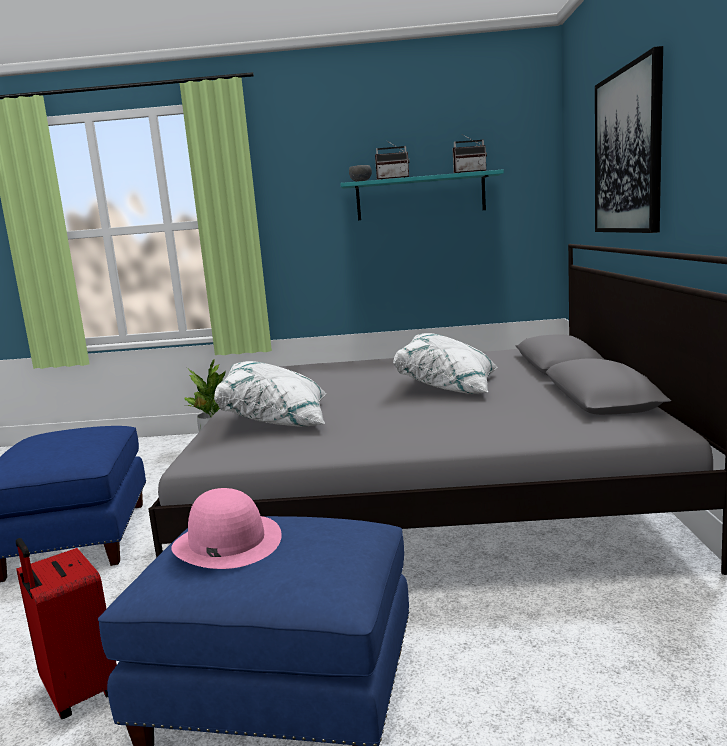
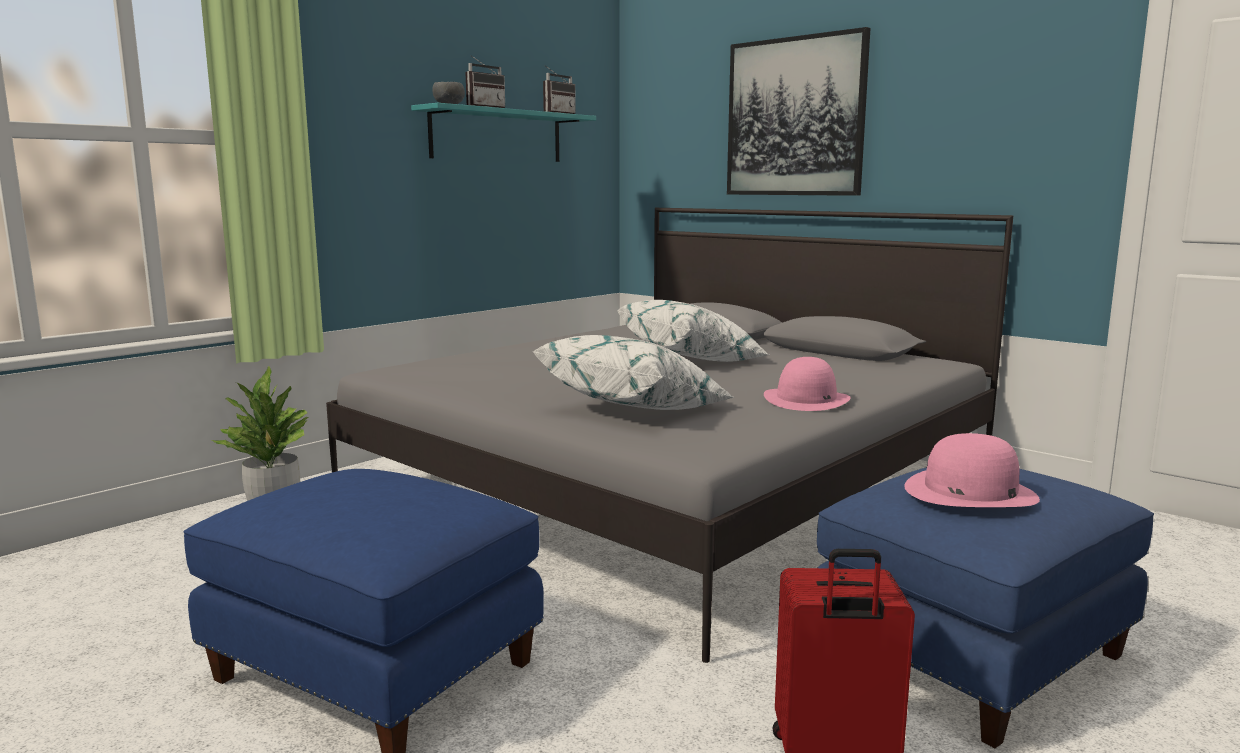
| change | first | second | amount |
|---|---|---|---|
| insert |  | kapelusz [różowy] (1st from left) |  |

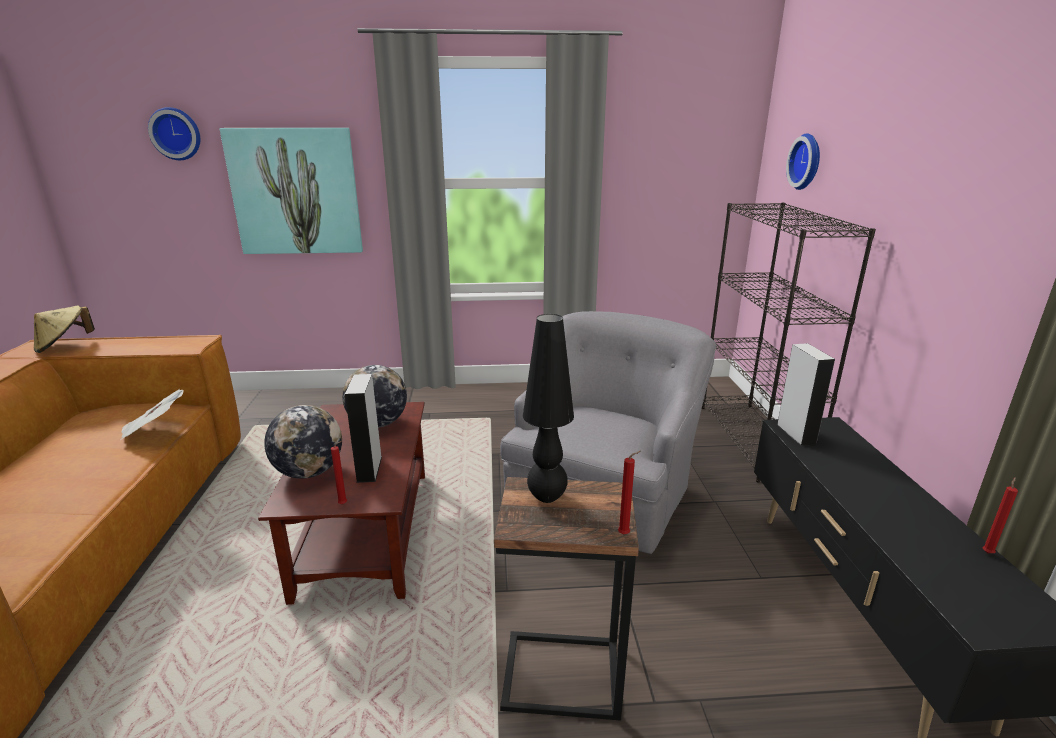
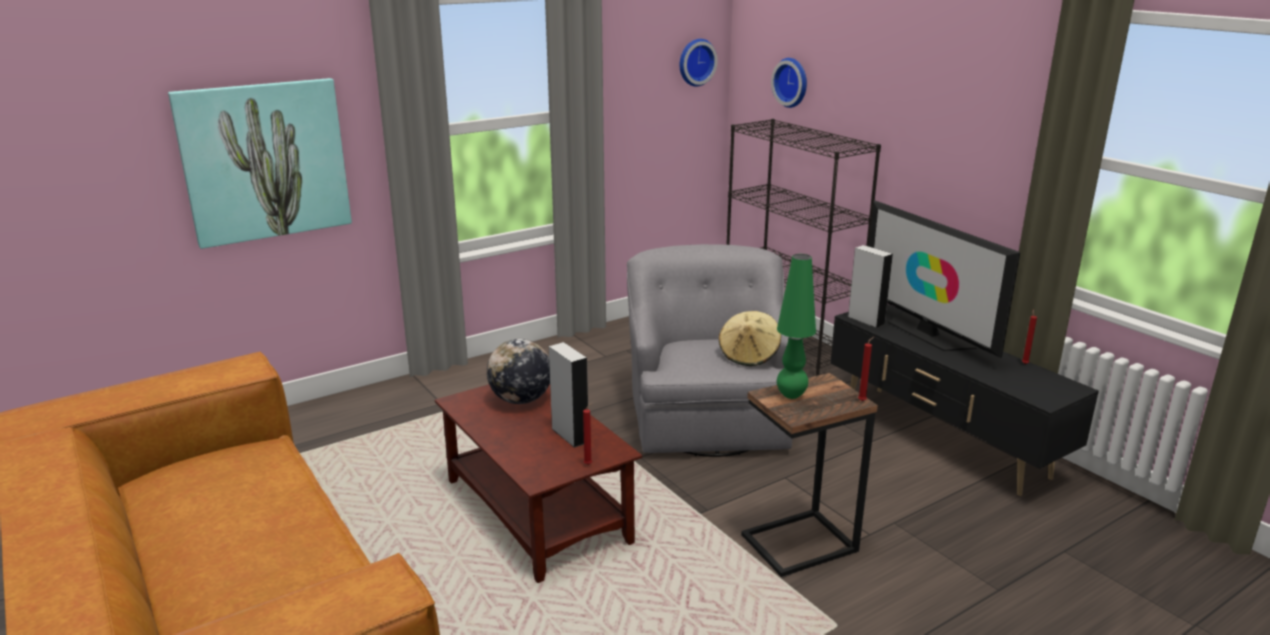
| change | first | second | amount |
|---|---|---|---|
| delete | gazeta |  |  |
| delete | globus (1st from left) |  |  |
| insert |  | telewizor |  |
| move | kapelusz [beżowy] |  |  |
| move | zegar ścienny (1st from left) |  |  |
| recolor | lampa stołowa [czarny] | lampa stołowa [zielony] |  |

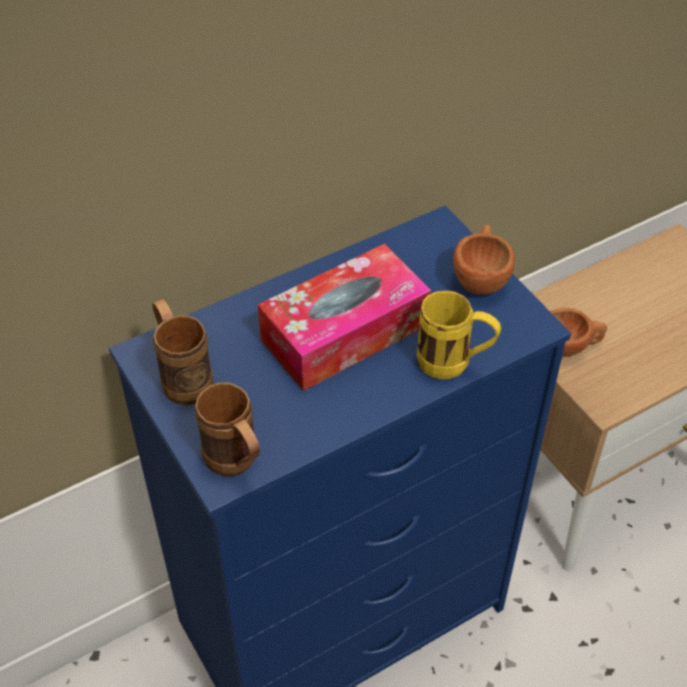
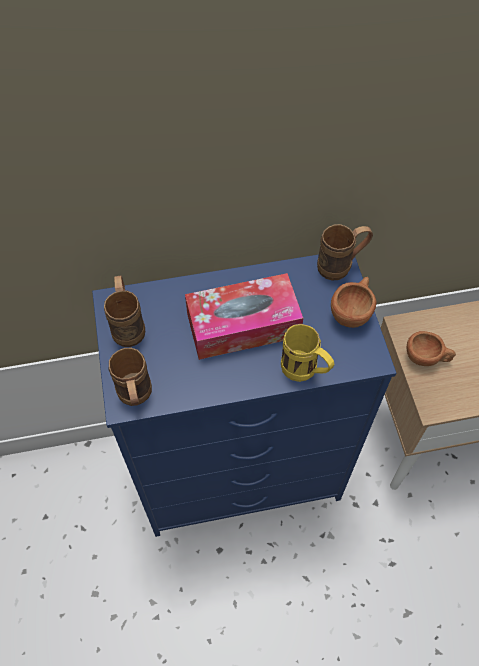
| change | first | second | amount |
|---|---|---|---|
| insert |  | kubek [brązowy] (3rd from left) |  |

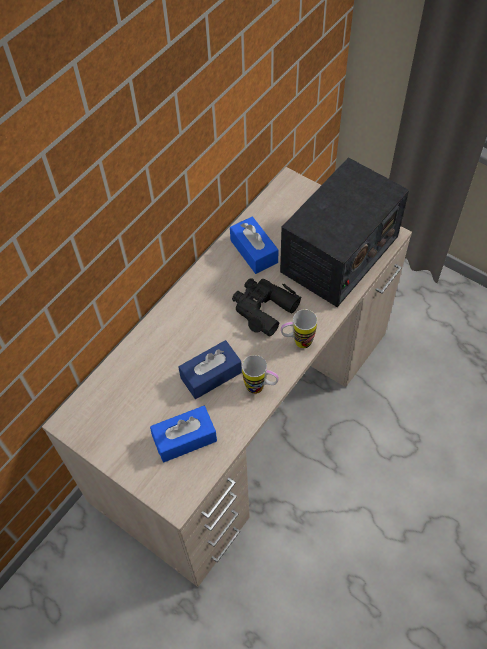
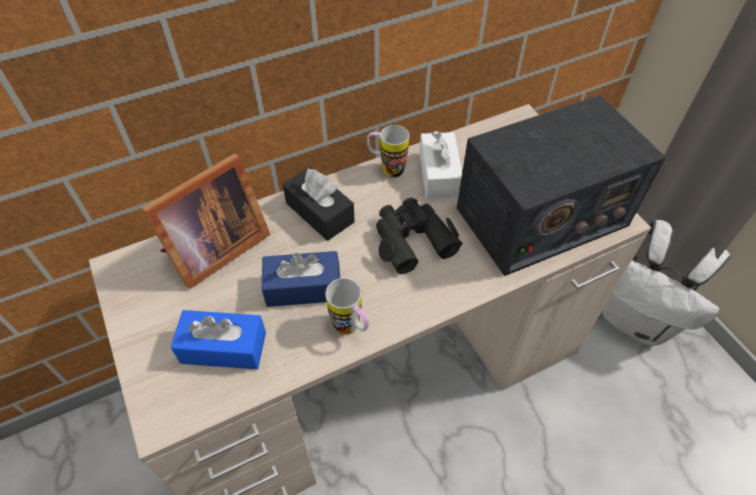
| change | first | second | amount |
|---|---|---|---|
| insert |  | ramka na zdjęcie |  |
| insert |  | pudełko chusteczek [czarny] |  |
| insert |  | plecak [biały] |  |
| move | kubek (2nd from left) |  |  |
| recolor | pudełko chusteczek [niebieski] (3rd from left) | pudełko chusteczek [biały] |  |

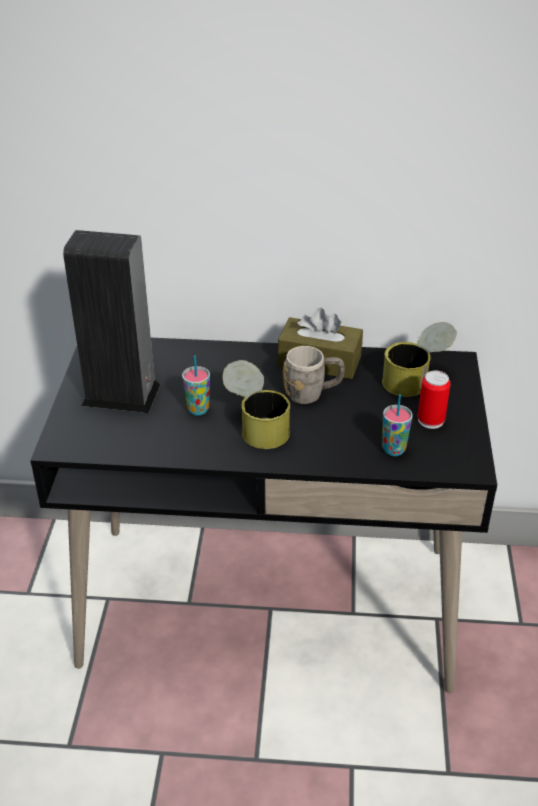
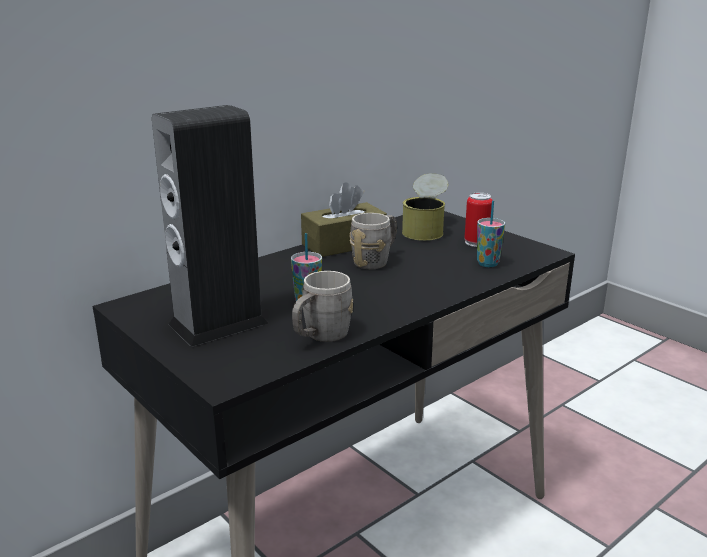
| change | first | second | amount |
|---|---|---|---|
| delete | puszka (1st from left) |  |  |
| insert |  | kubek [szary] (1st from left) |  |

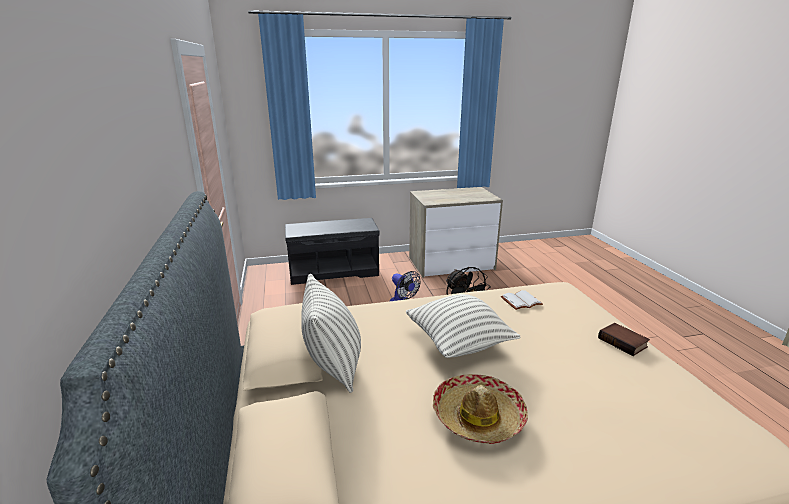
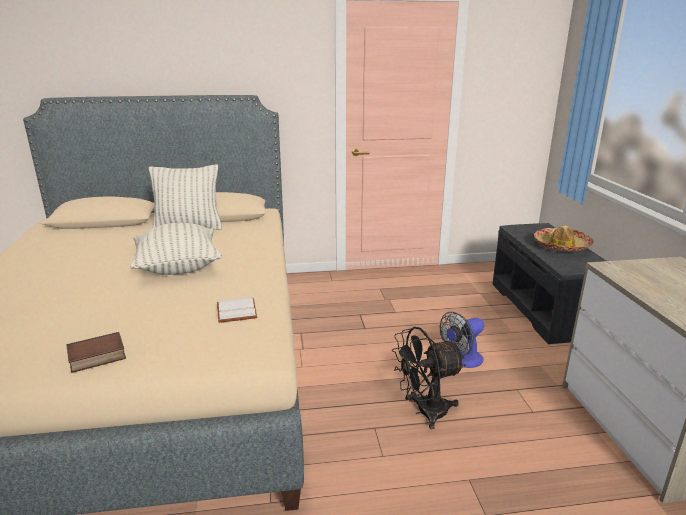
| change | first | second | amount |
|---|---|---|---|
| move | kapelusz |  |  |

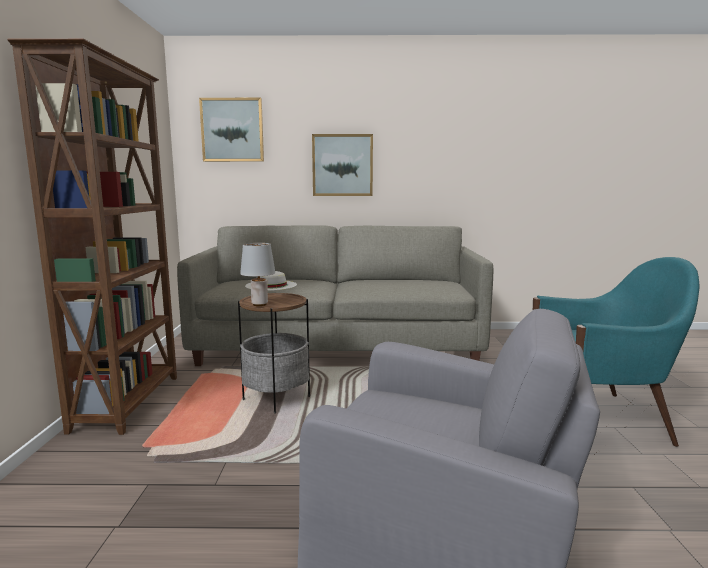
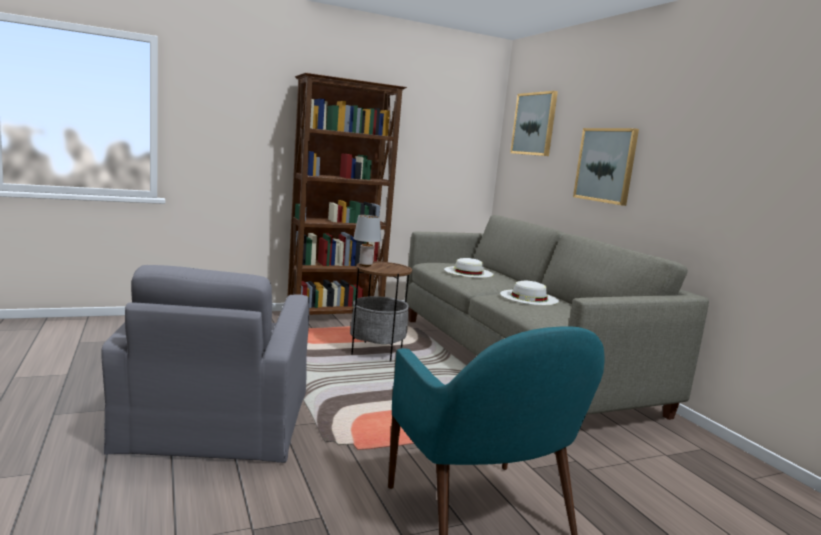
| change | first | second | amount |
|---|---|---|---|
| insert |  | kapelusz [biały] (2nd from left) |  |

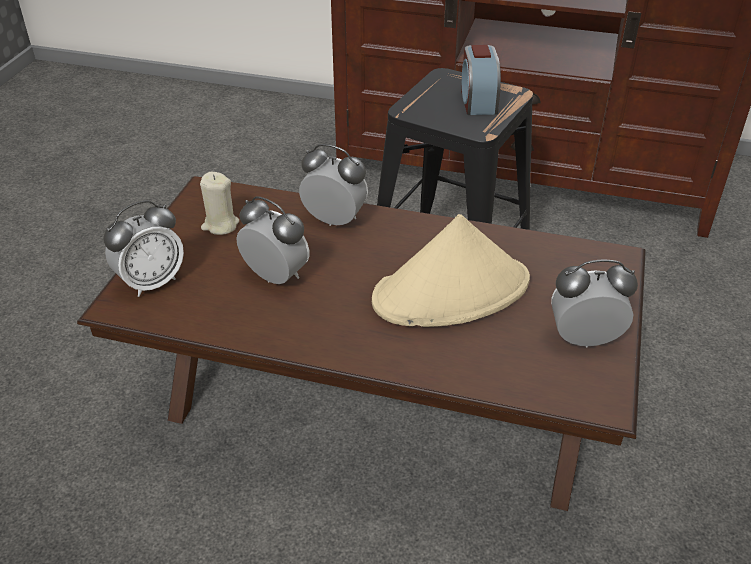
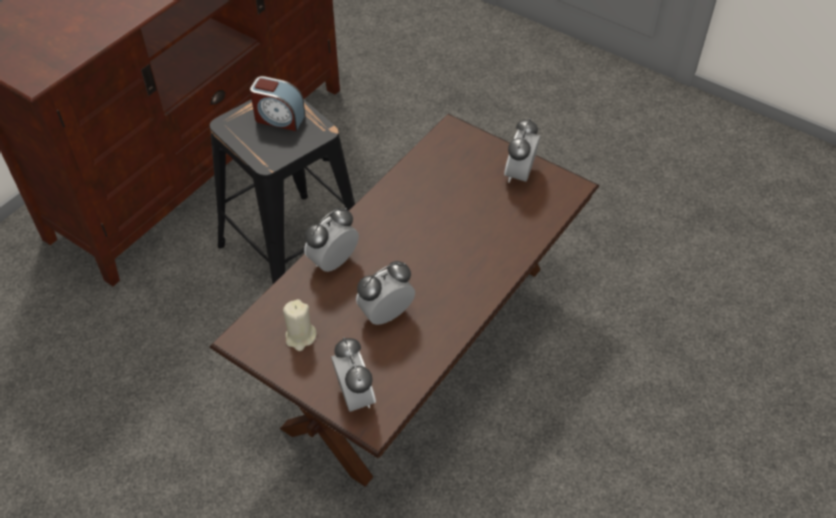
| change | first | second | amount |
|---|---|---|---|
| delete | kapelusz [beżowy] |  |  |

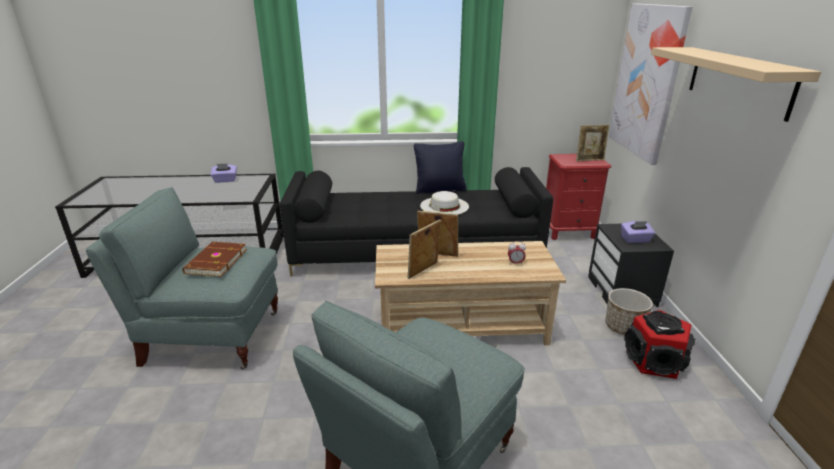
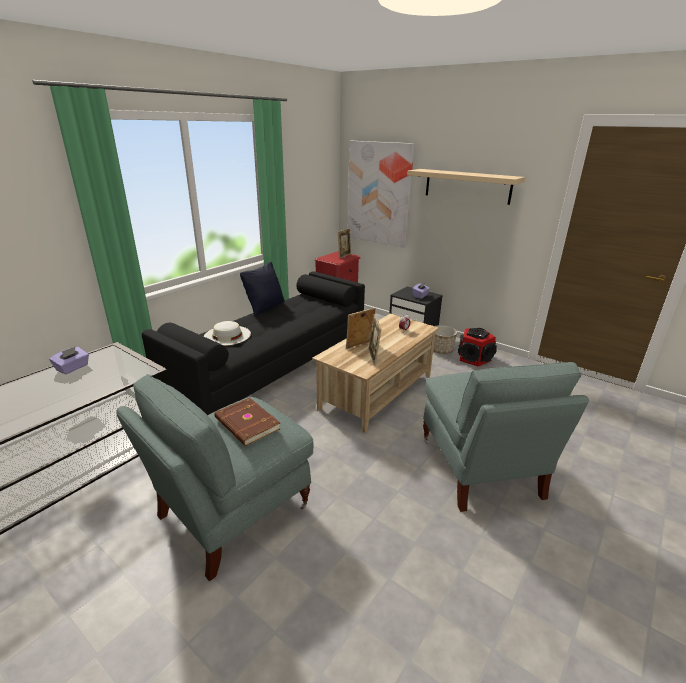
| change | first | second | amount |
|---|---|---|---|
| move | kapelusz [biały] |  |  |

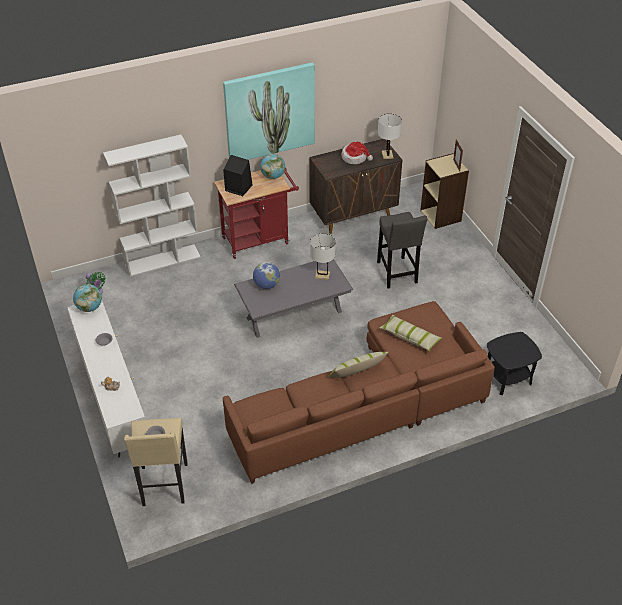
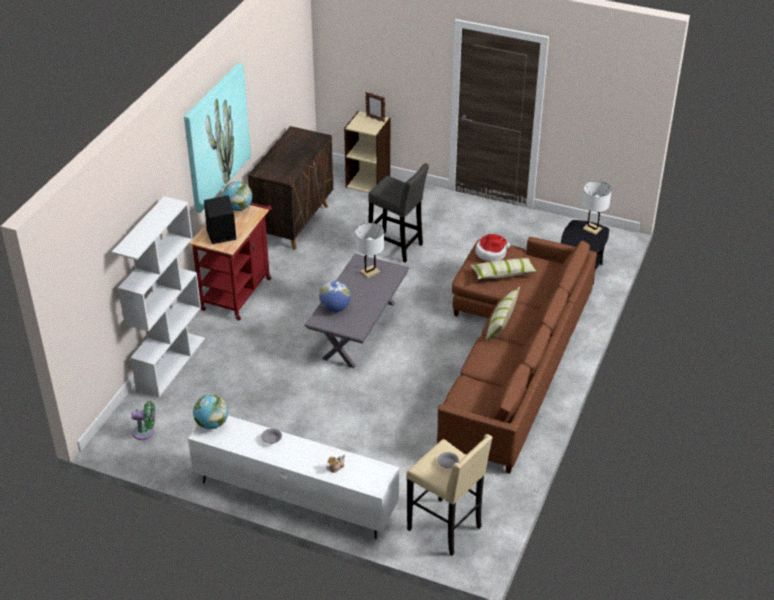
| change | first | second | amount |
|---|---|---|---|
| move | kapelusz |  |  |
| move | lampa stołowa [biały] (2nd from left) |  |  |

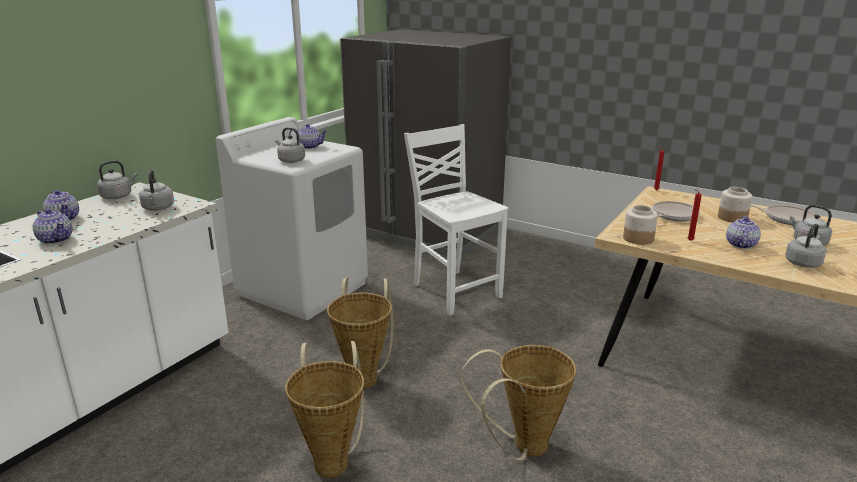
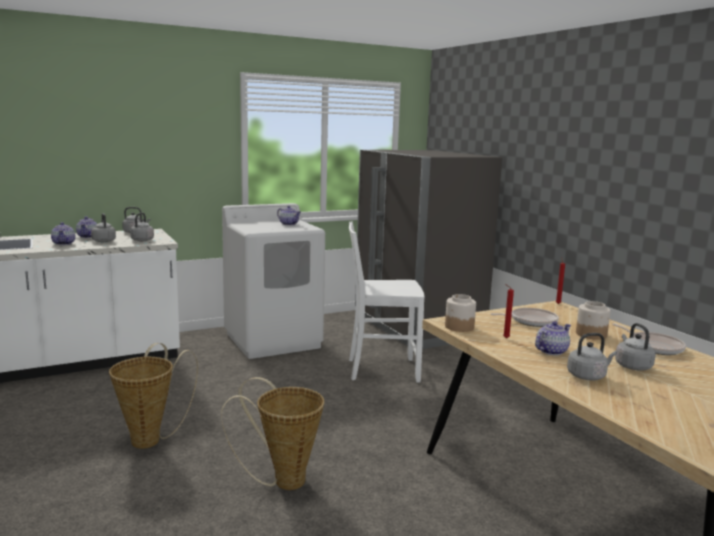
| change | first | second | amount |
|---|---|---|---|
| delete | koszyk (2nd from left) |  |  |
| move | czajnik [szary] (3rd from left in the first image) | czajnik [szary] (1st from left) |  |
| rotate | krzesło [biały] |  | 90 degrees counterclockwise |

